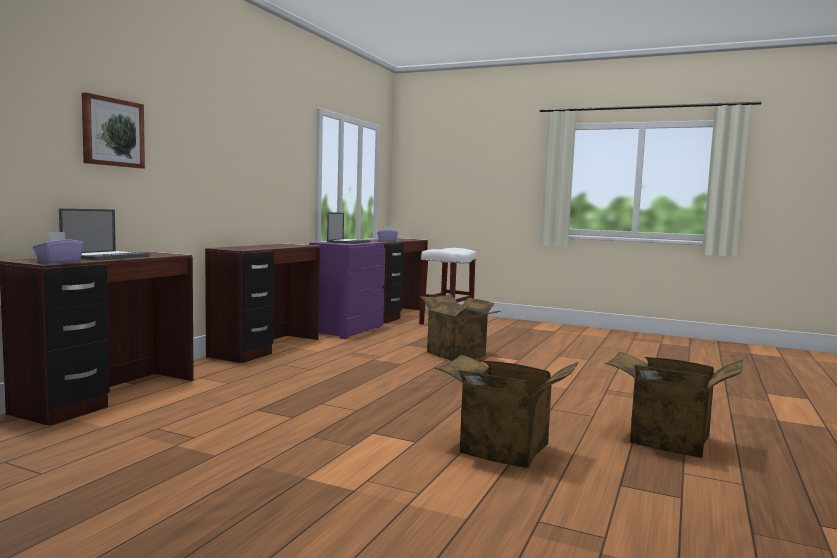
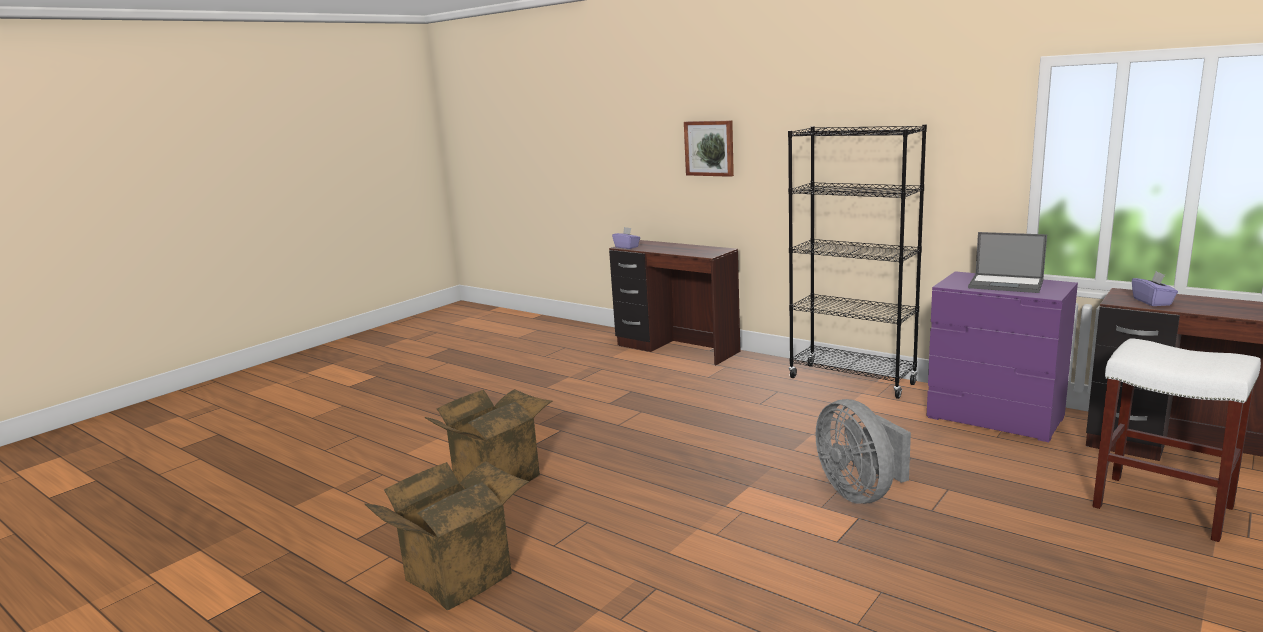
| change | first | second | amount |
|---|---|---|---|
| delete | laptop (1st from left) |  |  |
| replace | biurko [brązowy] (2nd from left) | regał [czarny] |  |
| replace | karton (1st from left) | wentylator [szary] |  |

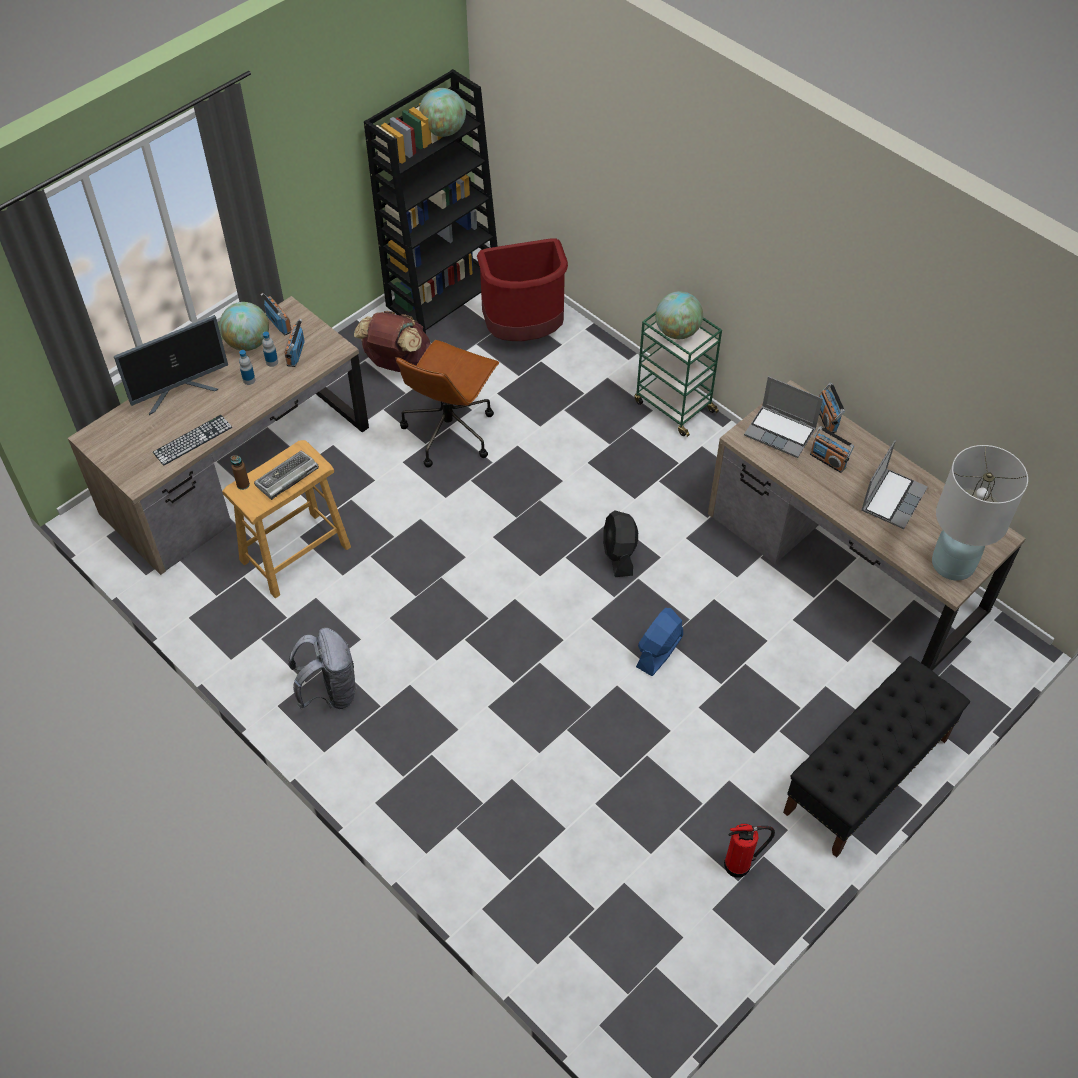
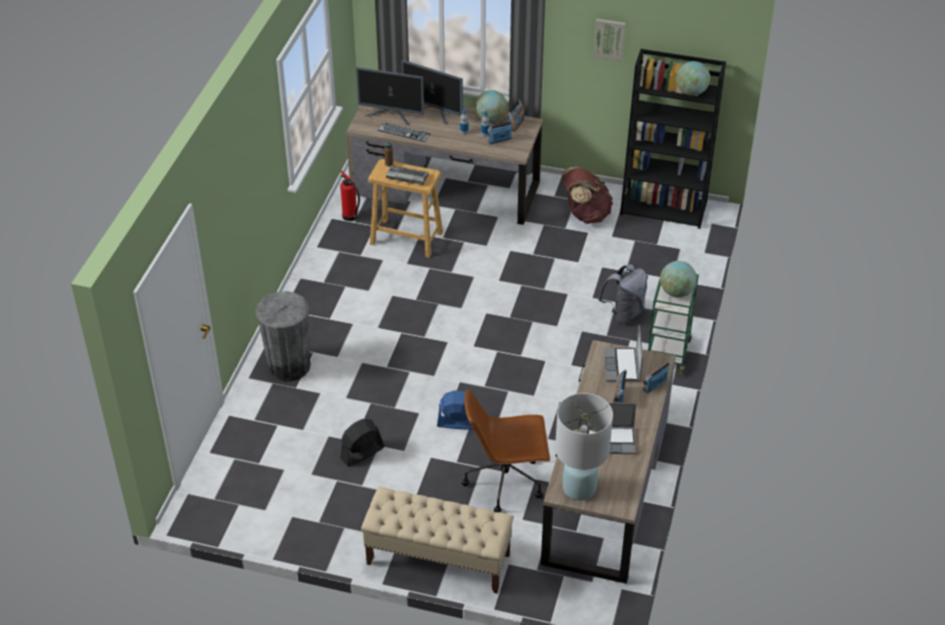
| change | first | second | amount |
|---|---|---|---|
| delete | kosz na śmieci [czerwony] |  |  |
| insert |  | kosz na śmieci [szary] |  |
| insert |  | monitor (1st from left) |  |
| insert |  | obraz |  |
| move | plecak [szary] |  |  |
| move | krzesło biurowe [brązowy] |  |  |
| move | wentylator [czarny] |  |  |
| move | gaśnica |  |  |
| recolor | ławka [czarny] | ławka [beżowy] |  |

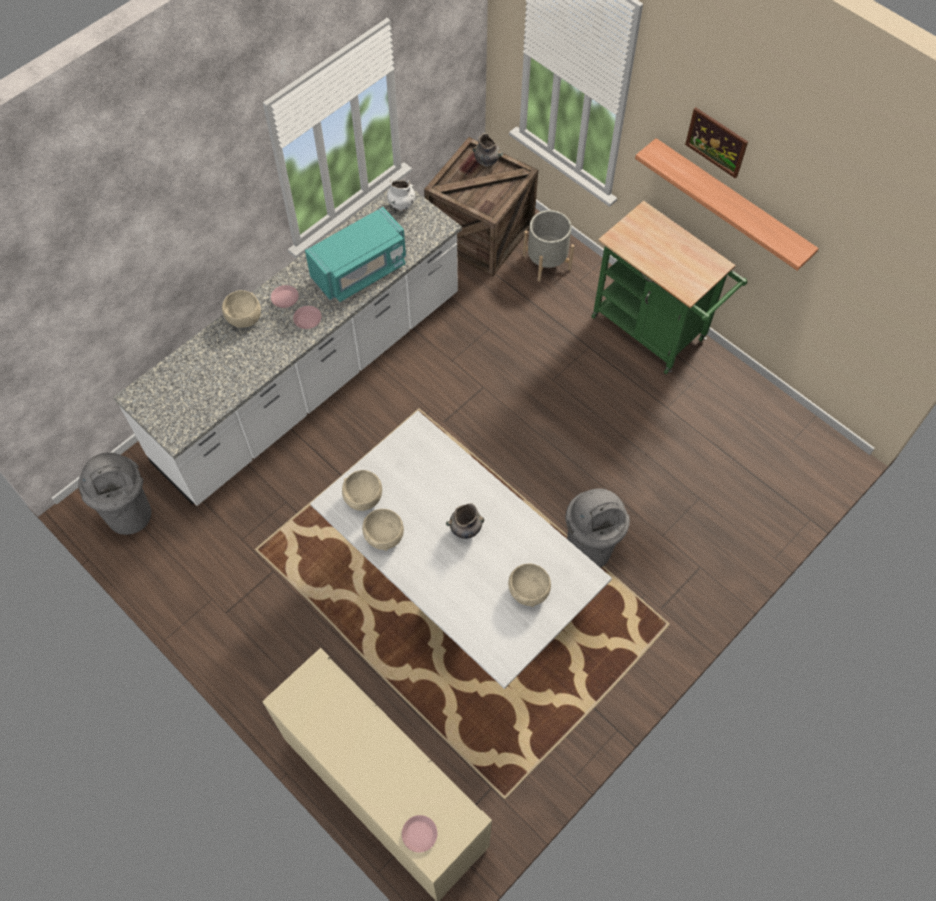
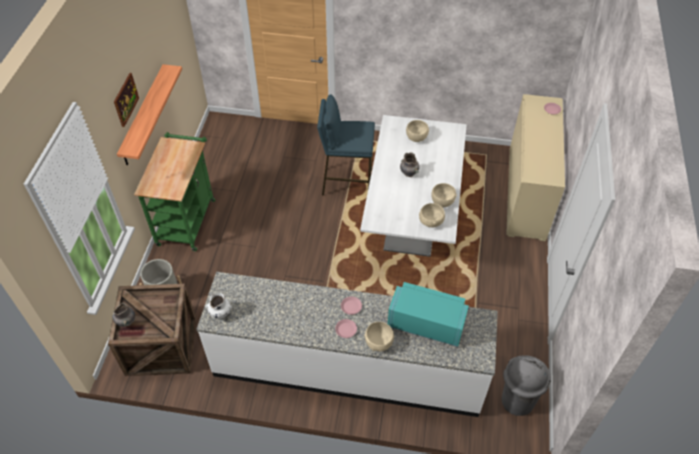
| change | first | second | amount |
|---|---|---|---|
| move | mikrofalówka [turkusowy] |  |  |
| replace | kosz na śmieci [szary] (2nd from left) | stołek [niebieski] |  |

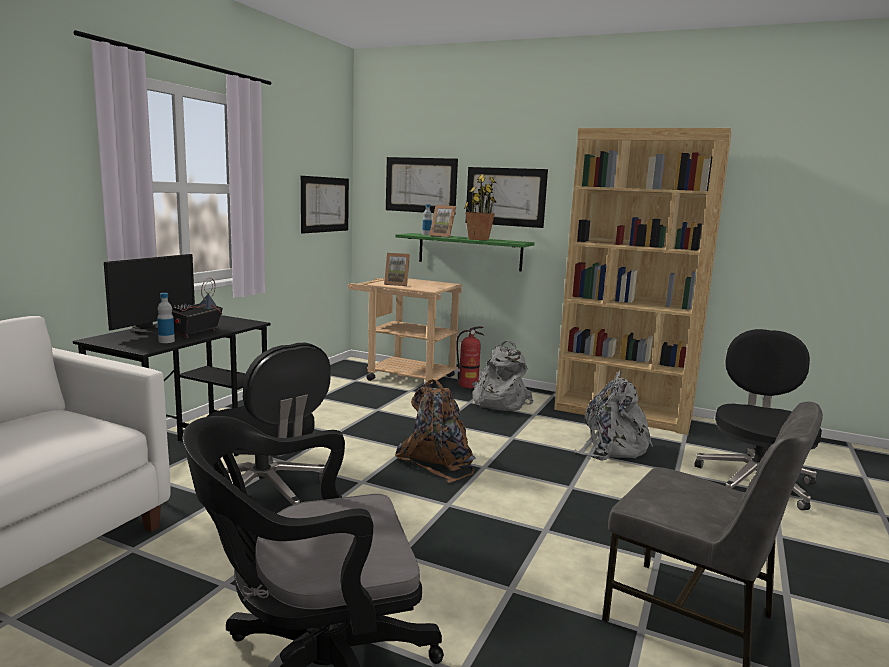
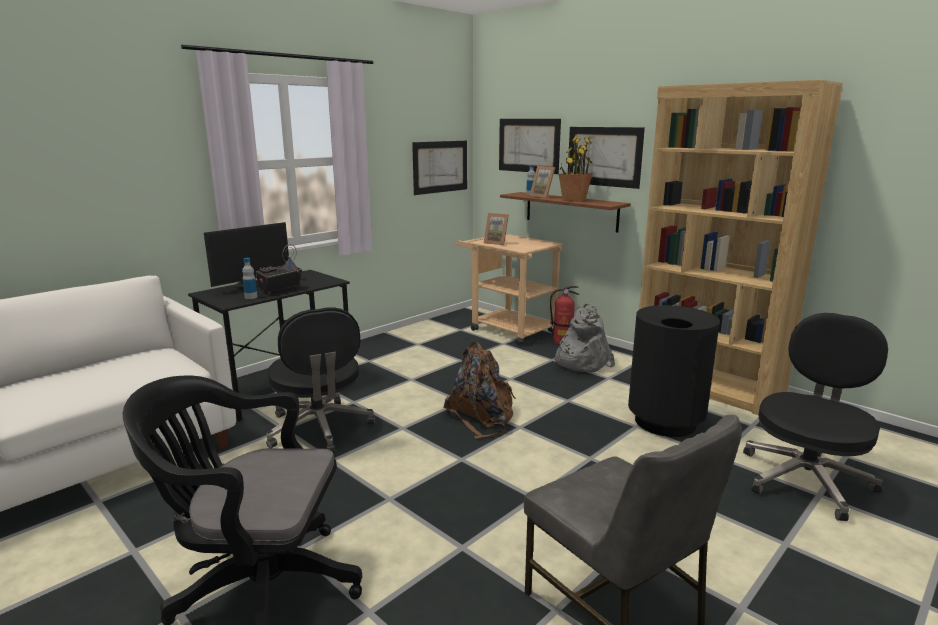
| change | first | second | amount |
|---|---|---|---|
| replace | plecak [szary] (2nd from left) | kosz na śmieci [czarny] |  |
| recolor | półka [zielony] | półka [brązowy] |  |

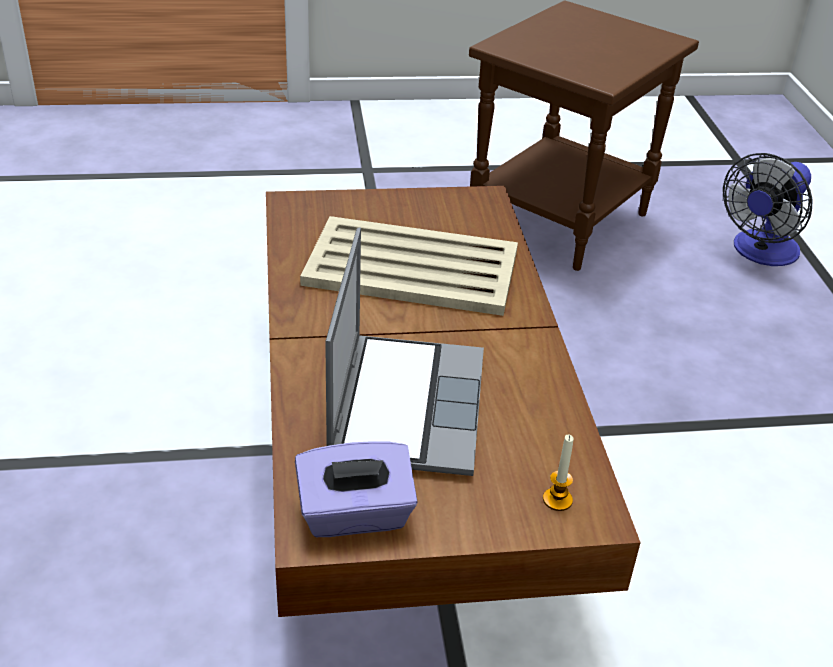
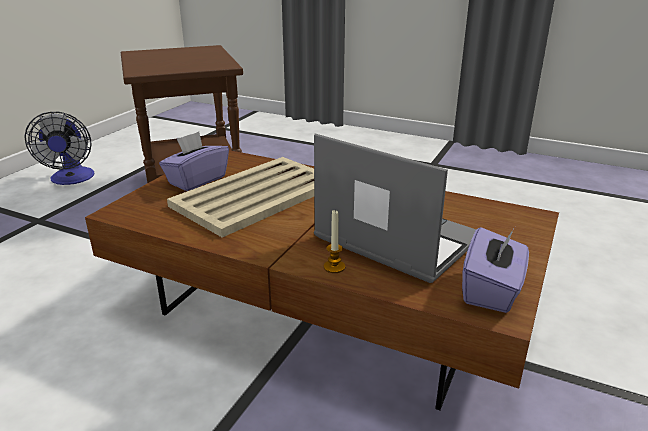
| change | first | second | amount |
|---|---|---|---|
| insert |  | pudełko chusteczek [fioletowy] (1st from left) |  |
| move | świeca |  |  |
| move | wentylator |  |  |

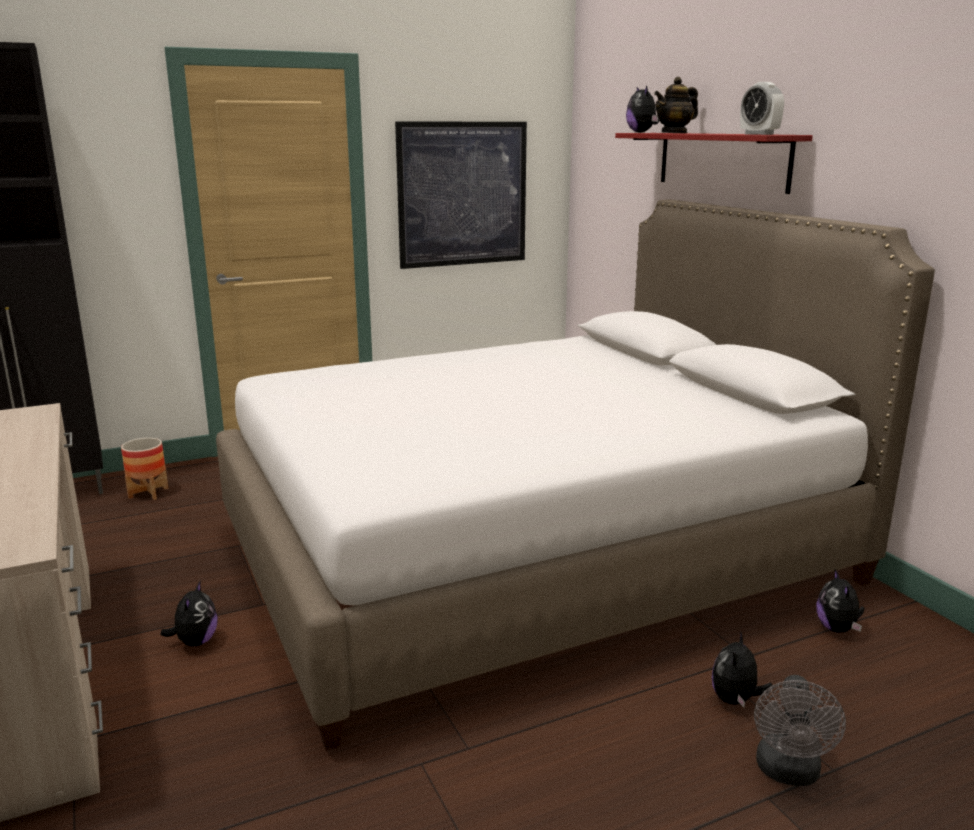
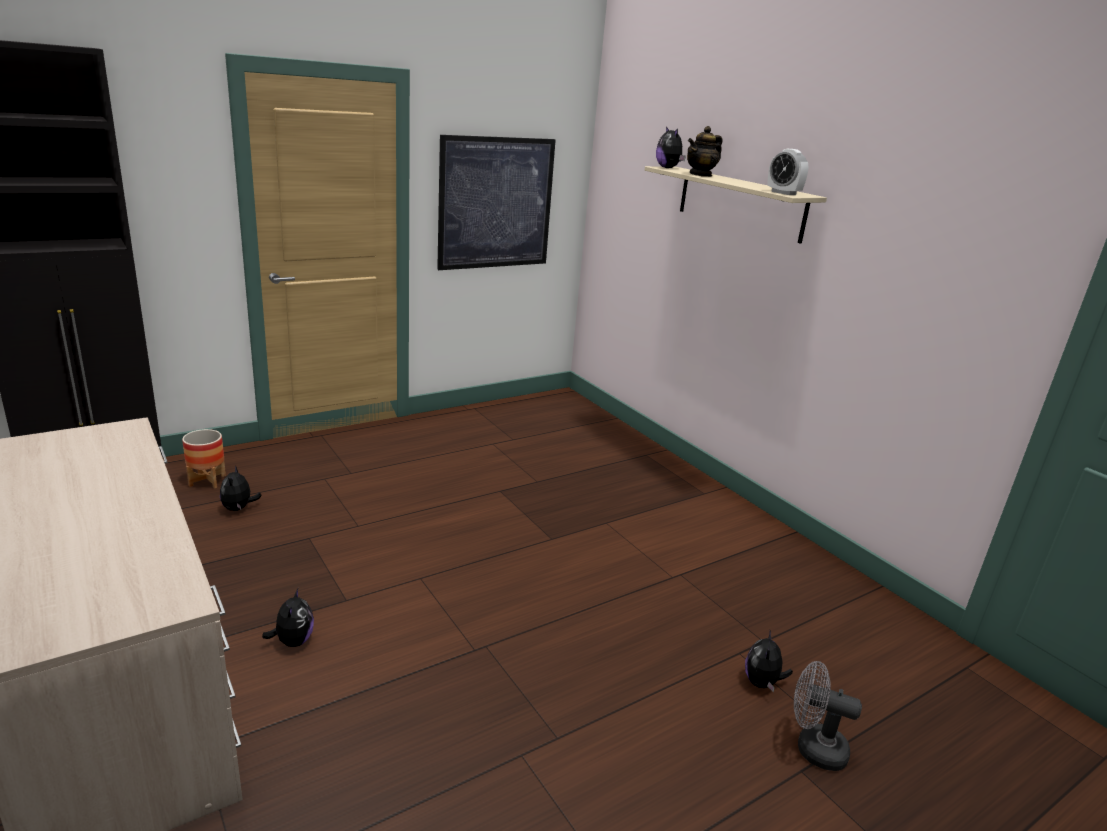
| change | first | second | amount |
|---|---|---|---|
| delete | łóżko [biały] |  |  |
| move | pluszak (4th from left in the first image) | pluszak (1st from left) |  |
| recolor | półka [czerwony] | półka [beżowy] |  |
| rotate | wentylator [szary] |  | 105 degrees clockwise |

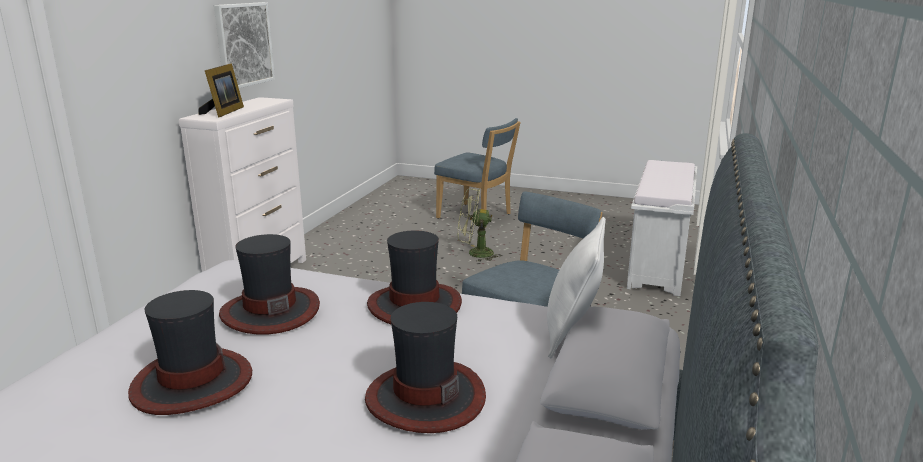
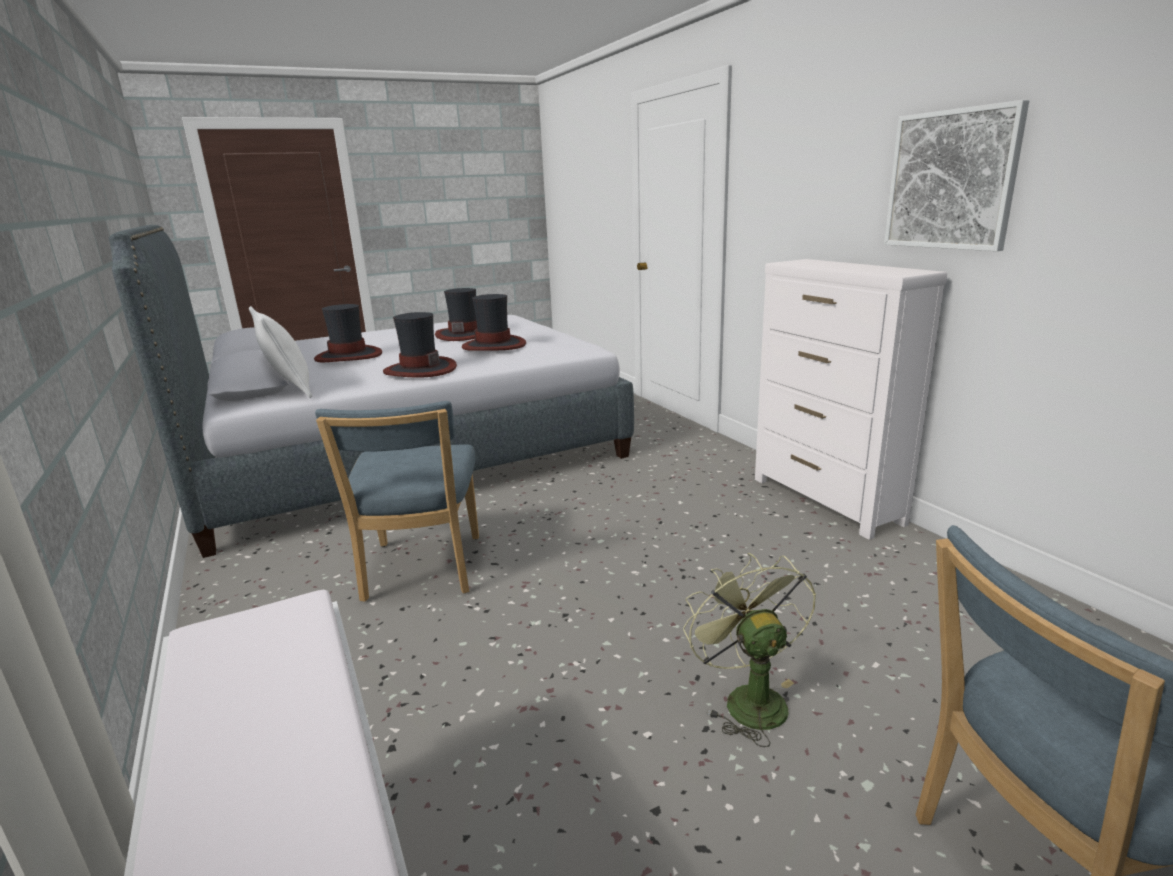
| change | first | second | amount |
|---|---|---|---|
| delete | ramka na zdjęcie |  |  |
| rotate | wentylator [zielony] |  | 60 degrees counterclockwise |

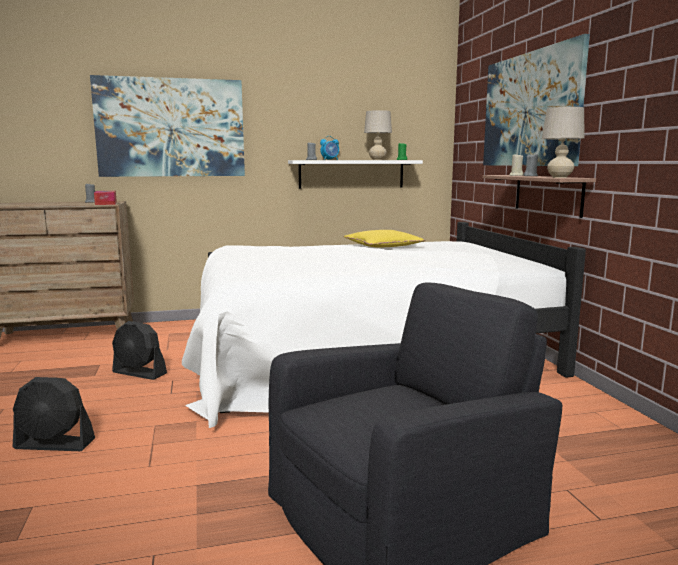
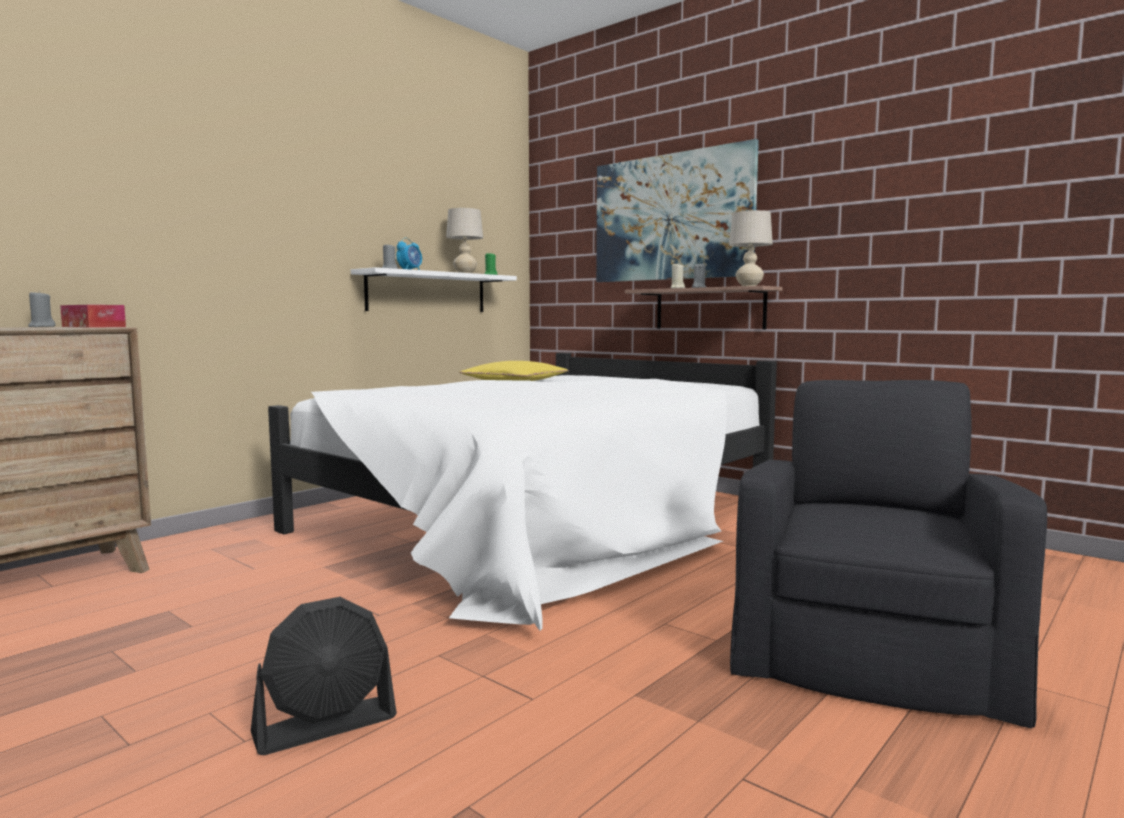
| change | first | second | amount |
|---|---|---|---|
| delete | obraz (1st from left) |  |  |
| delete | wentylator [czarny] (2nd from left) |  |  |

